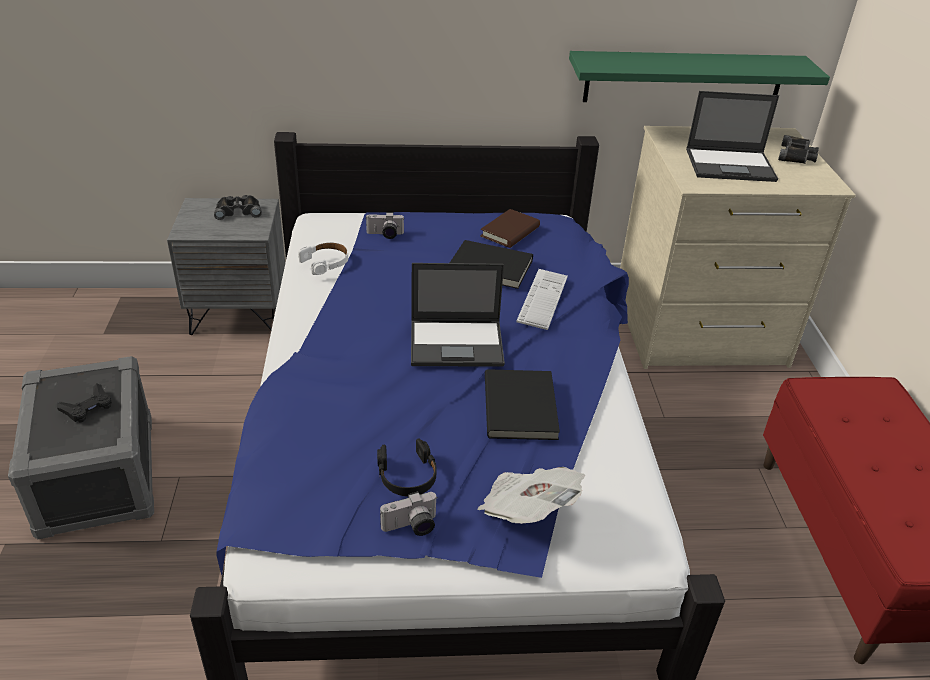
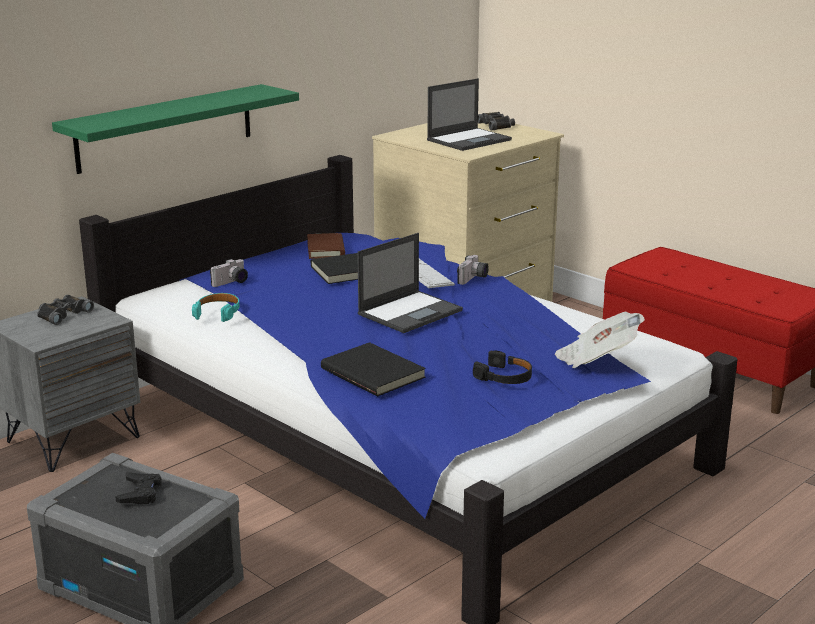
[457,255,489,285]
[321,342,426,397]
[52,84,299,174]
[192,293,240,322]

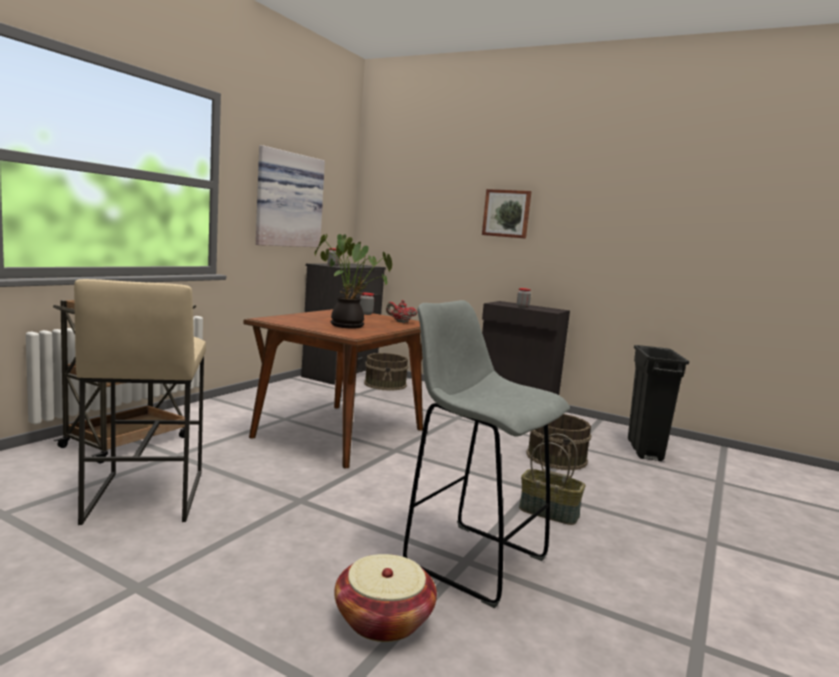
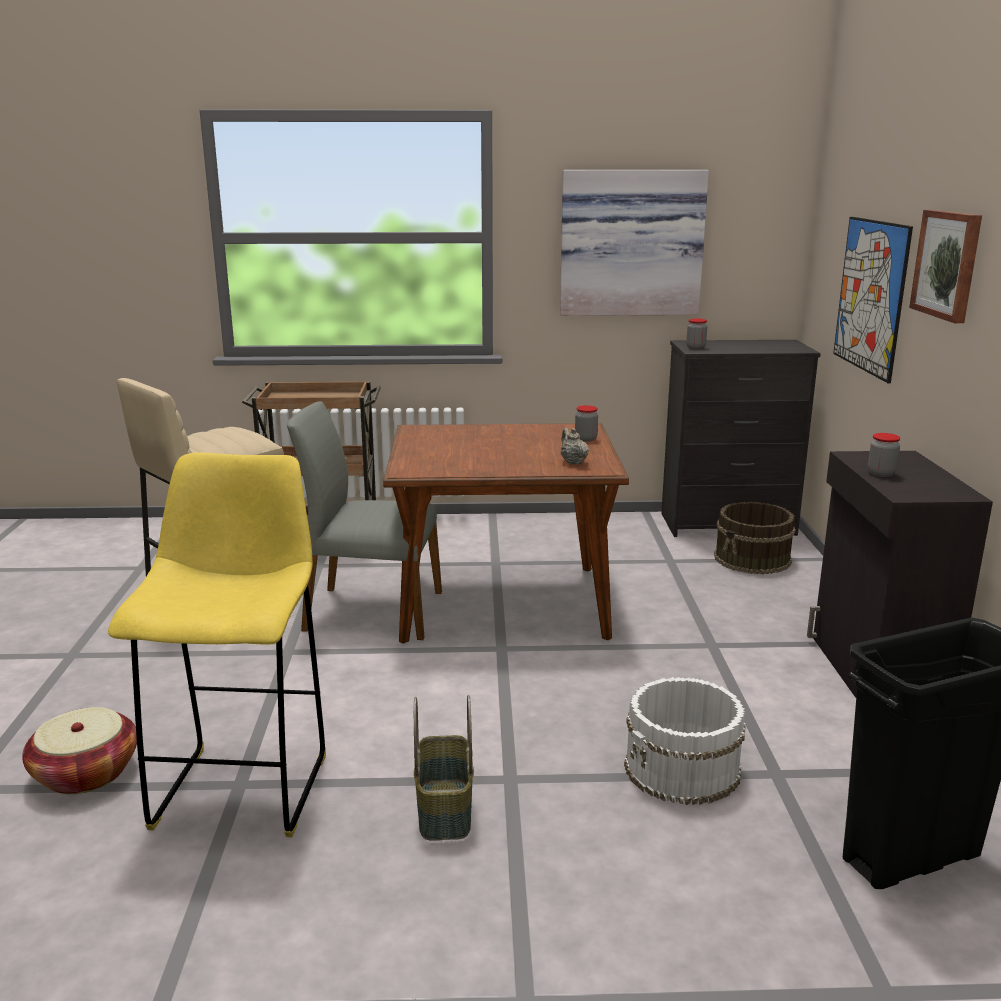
[315,234,392,328] (first image)
[287,401,442,640]
[833,217,913,383]
[561,428,589,464]
[108,452,326,837]
[624,677,746,805]

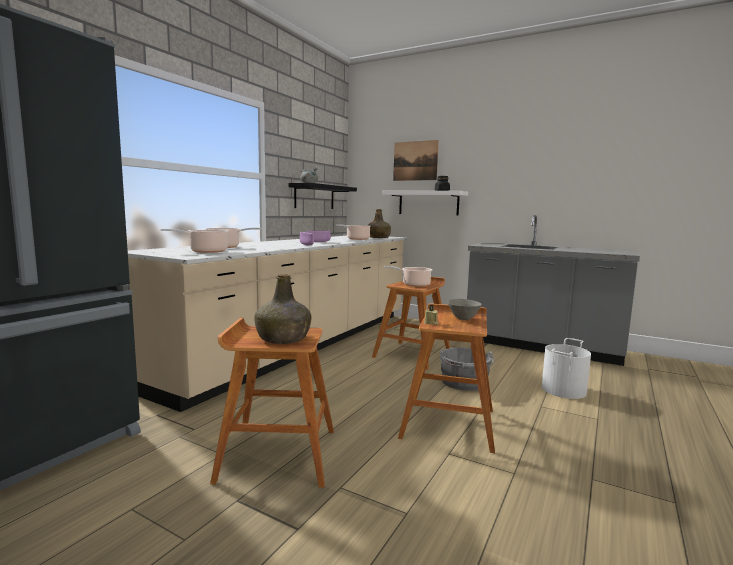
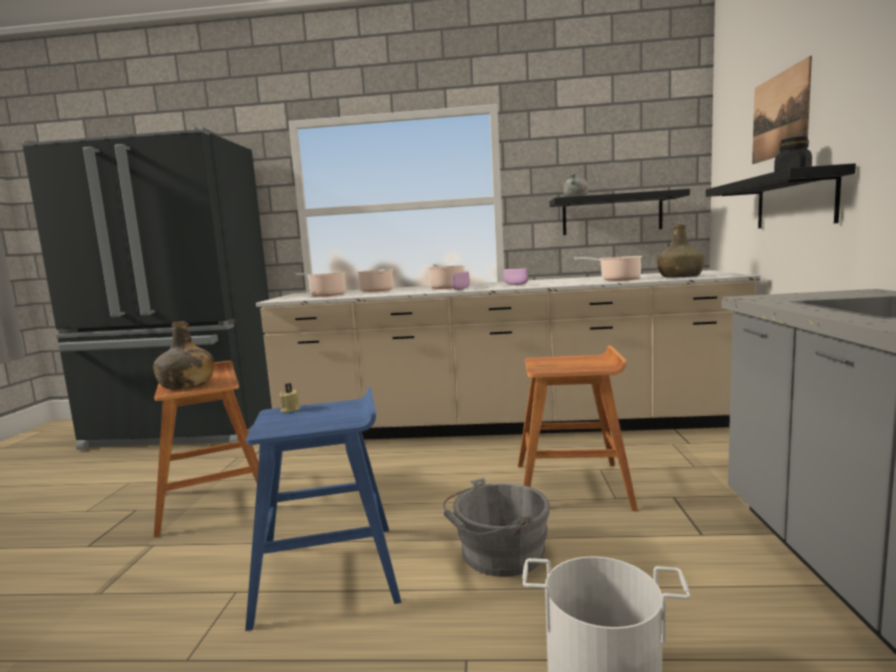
[448,299,482,320] (first image)
[427,264,464,289]
[706,163,856,228]
[245,387,401,631]

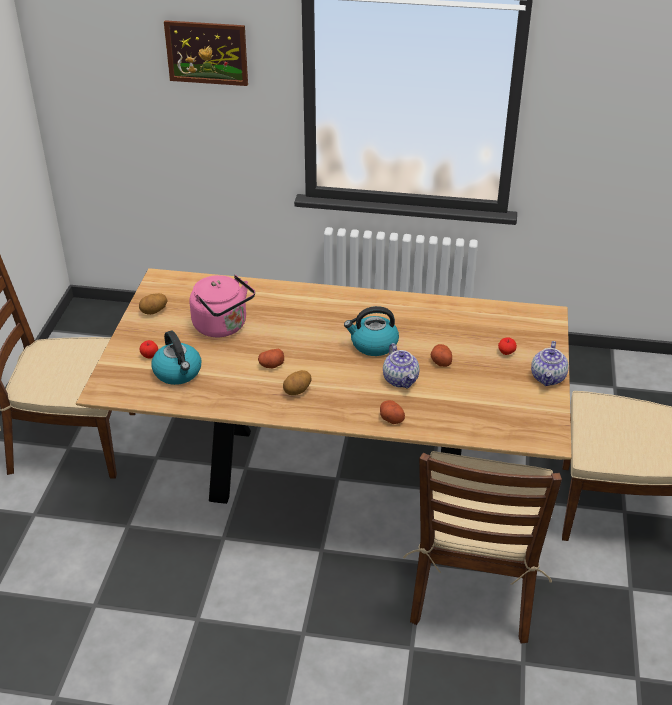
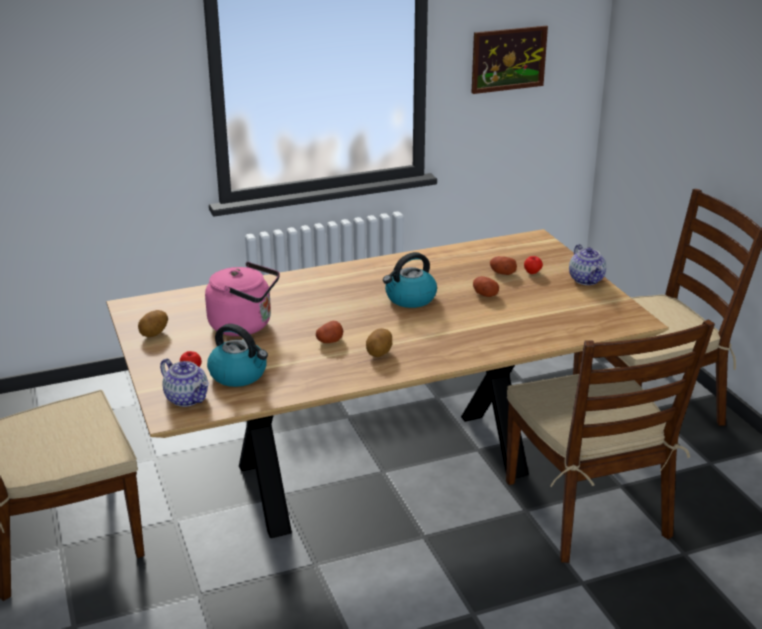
[471,26,548,94]
[490,256,517,275]
[160,358,209,407]

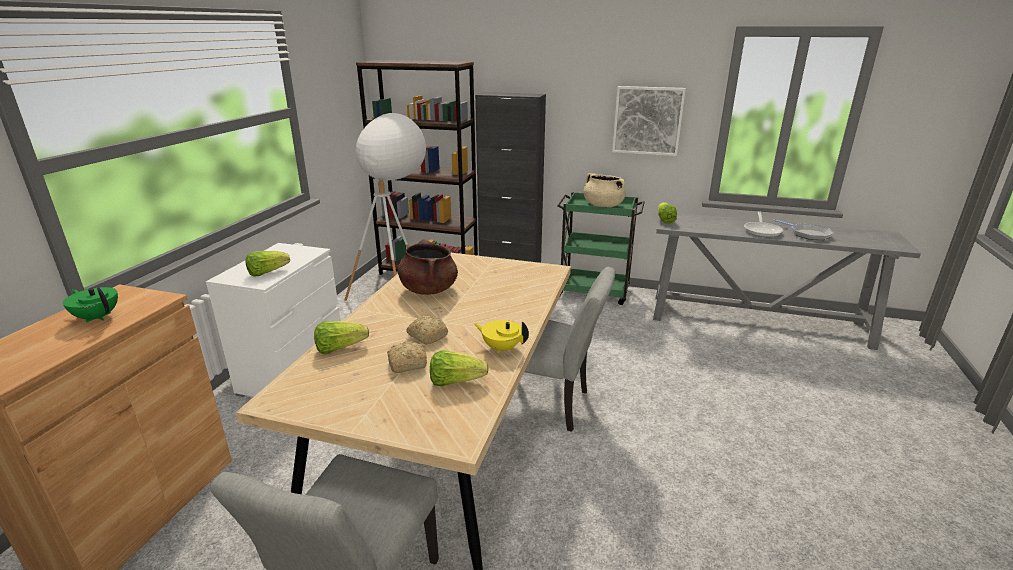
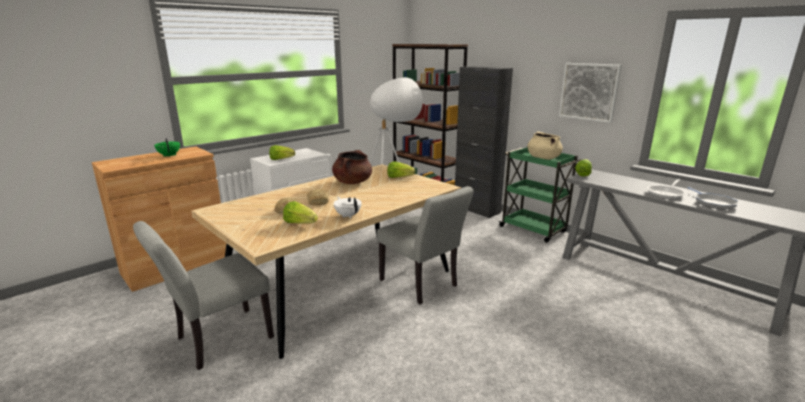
[387,162,415,178]
[334,197,361,218]

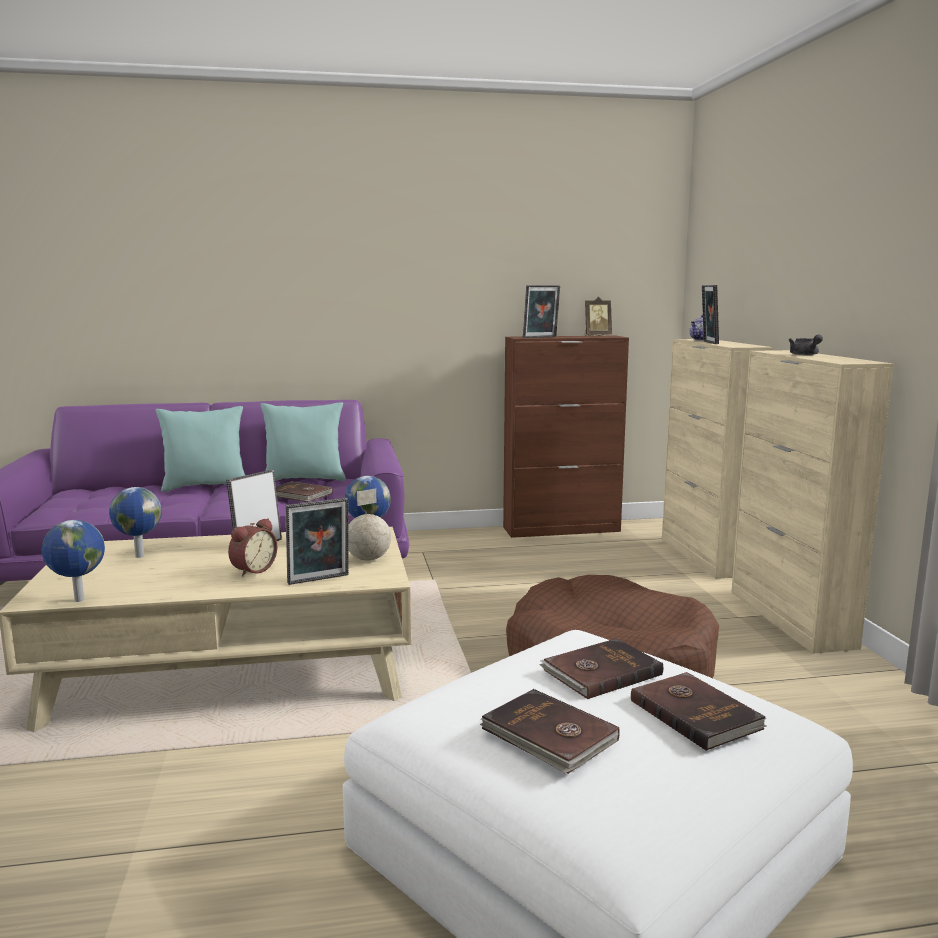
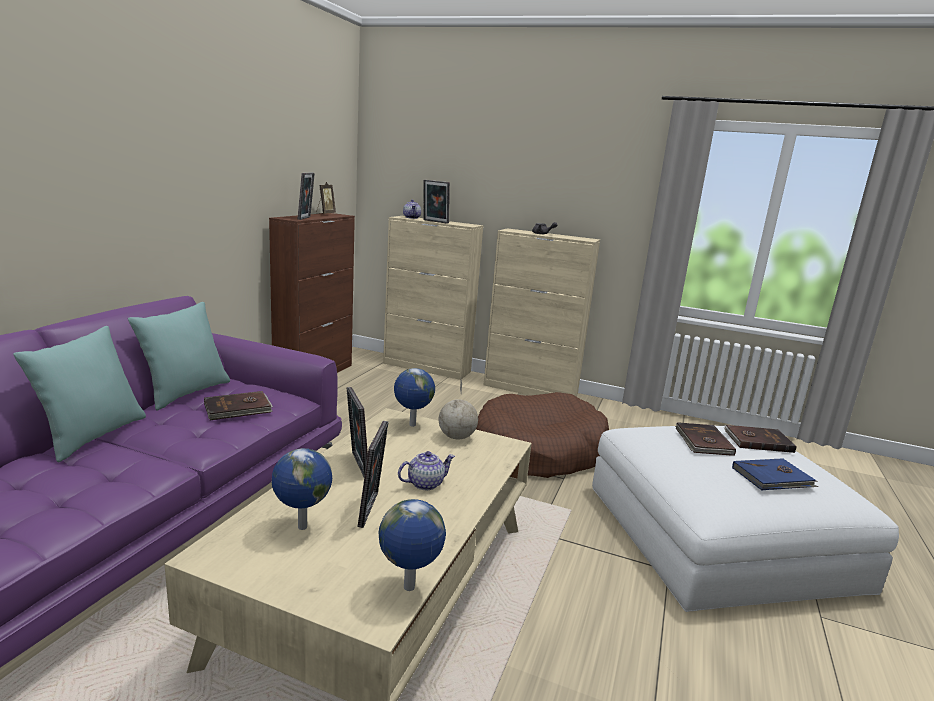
[358,421,389,528]
[398,451,455,490]
[732,458,818,490]

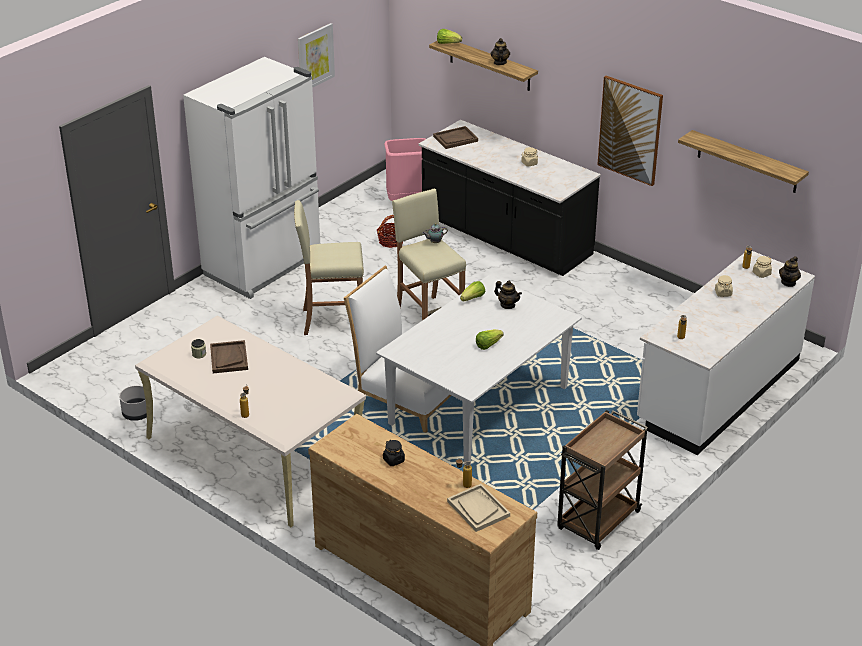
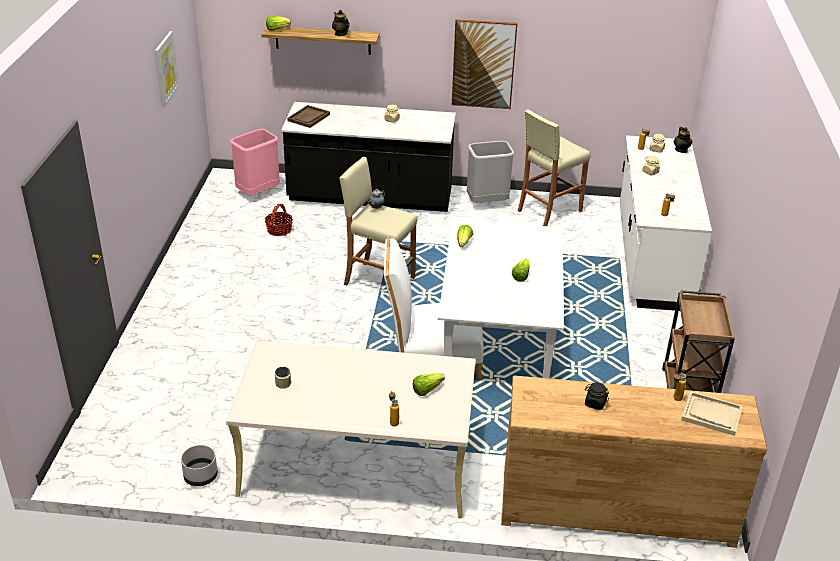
[183,57,320,299] (first image)
[210,340,248,373] (first image)
[494,281,522,309] (first image)
[678,130,809,193] (first image)
[413,373,445,396]
[467,141,514,203]
[518,109,591,226]

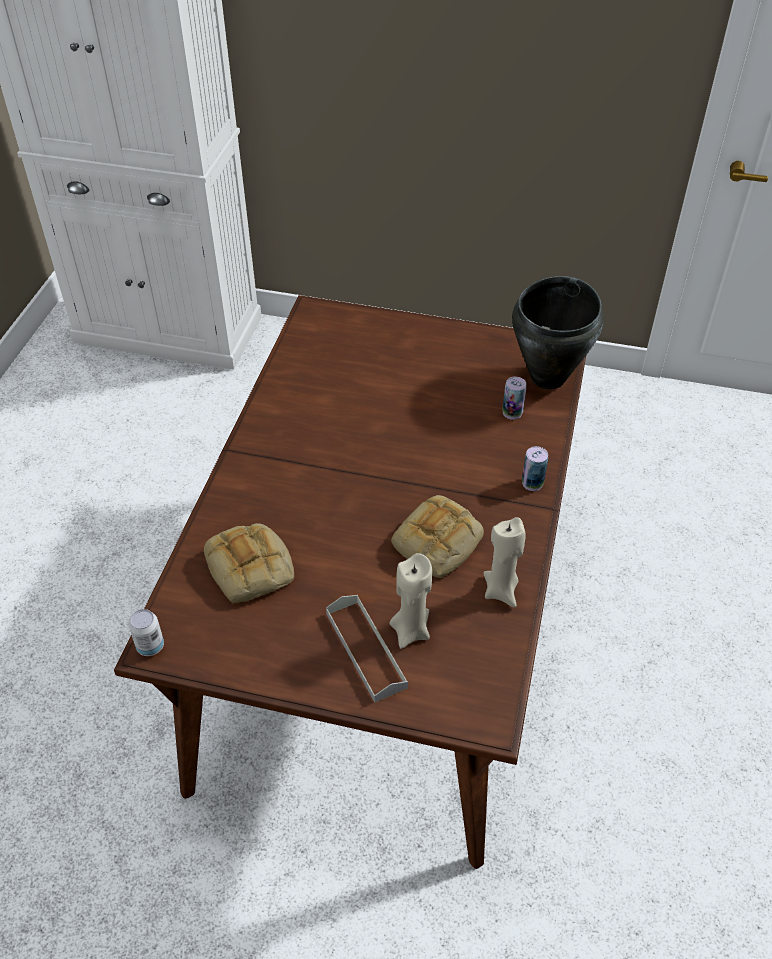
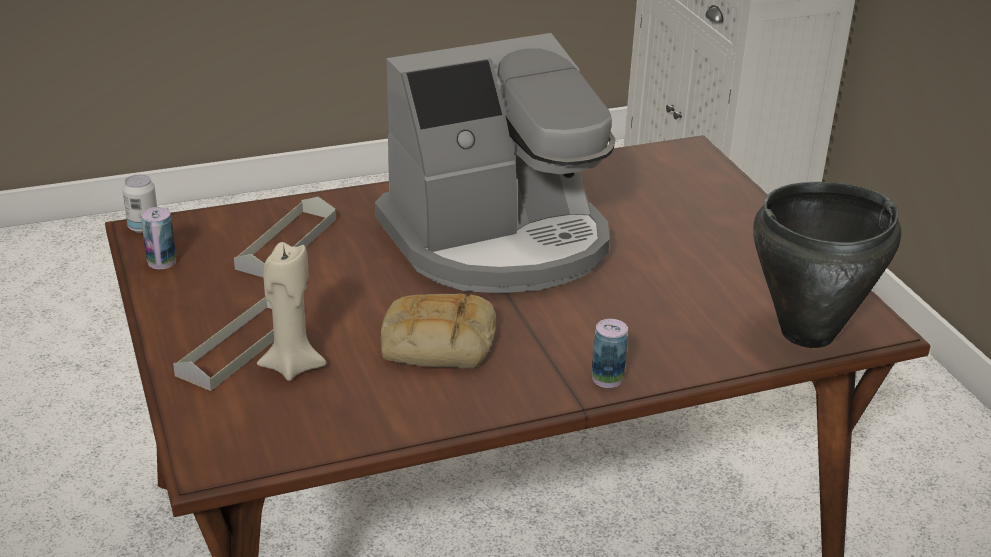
[483,517,526,607] (first image)
[375,33,616,293]
[141,207,176,269]
[234,197,336,278]

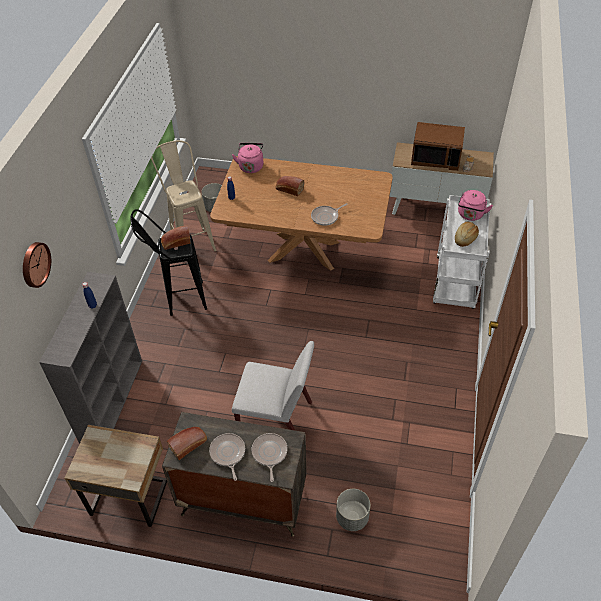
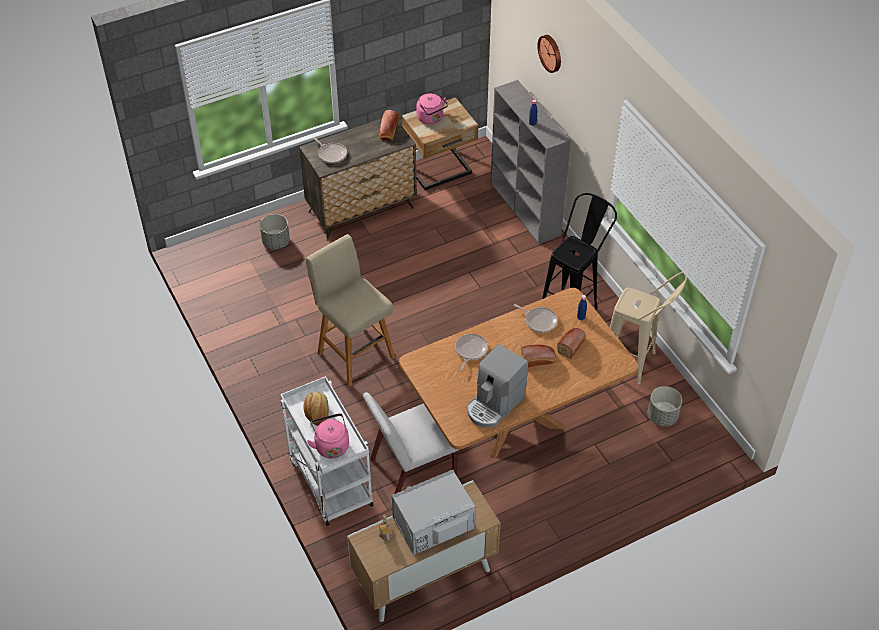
[305,234,395,386]
[467,344,528,428]
[557,328,586,359]
[514,304,558,333]
[416,94,448,124]
[363,392,459,494]
[392,470,476,555]

